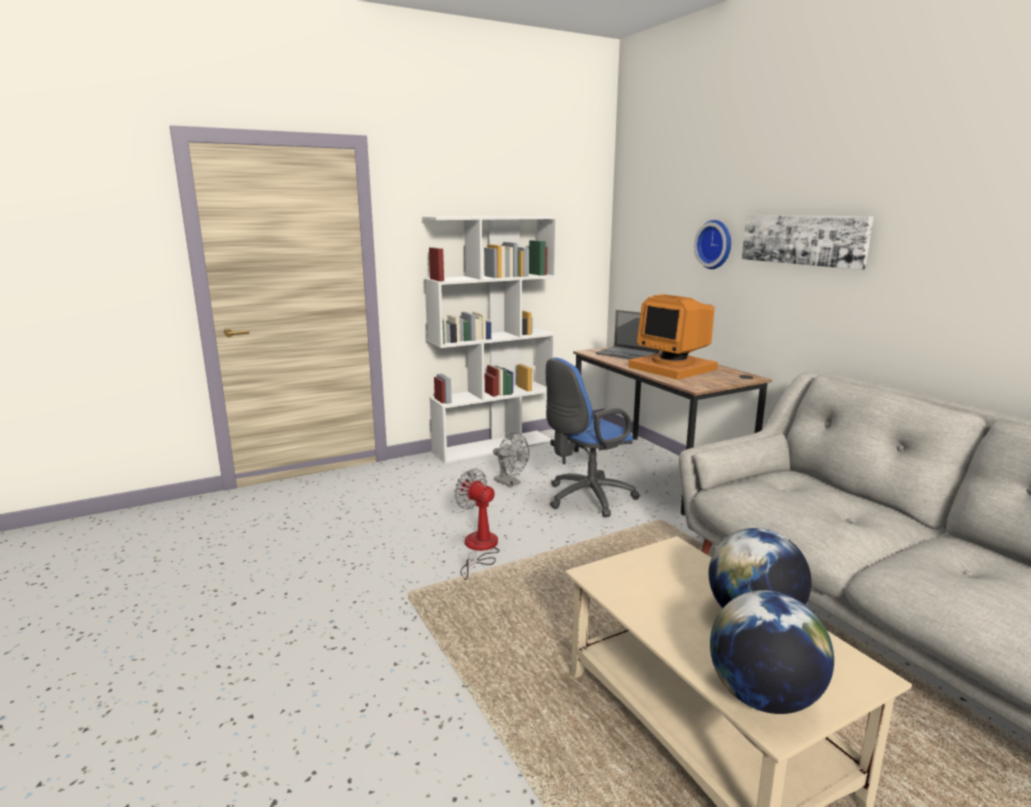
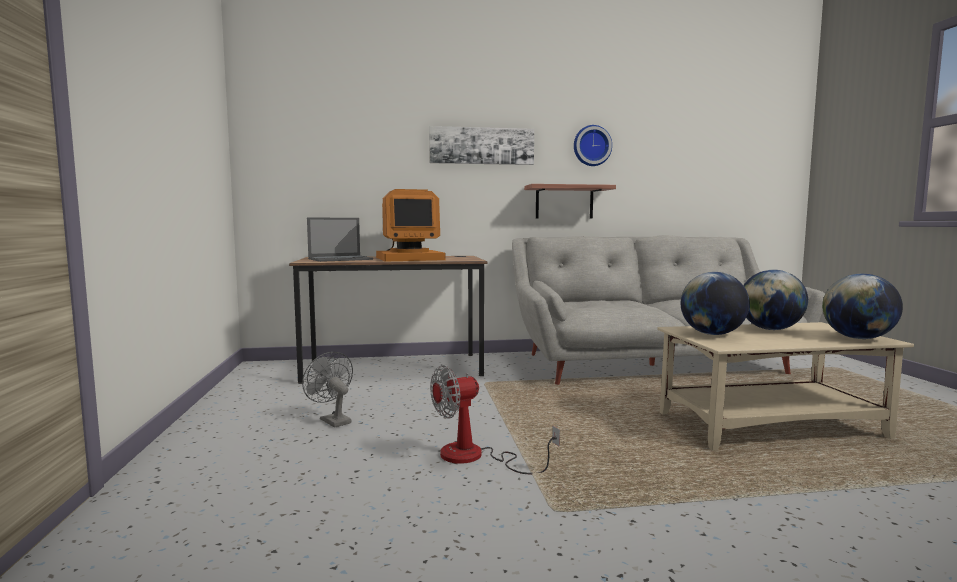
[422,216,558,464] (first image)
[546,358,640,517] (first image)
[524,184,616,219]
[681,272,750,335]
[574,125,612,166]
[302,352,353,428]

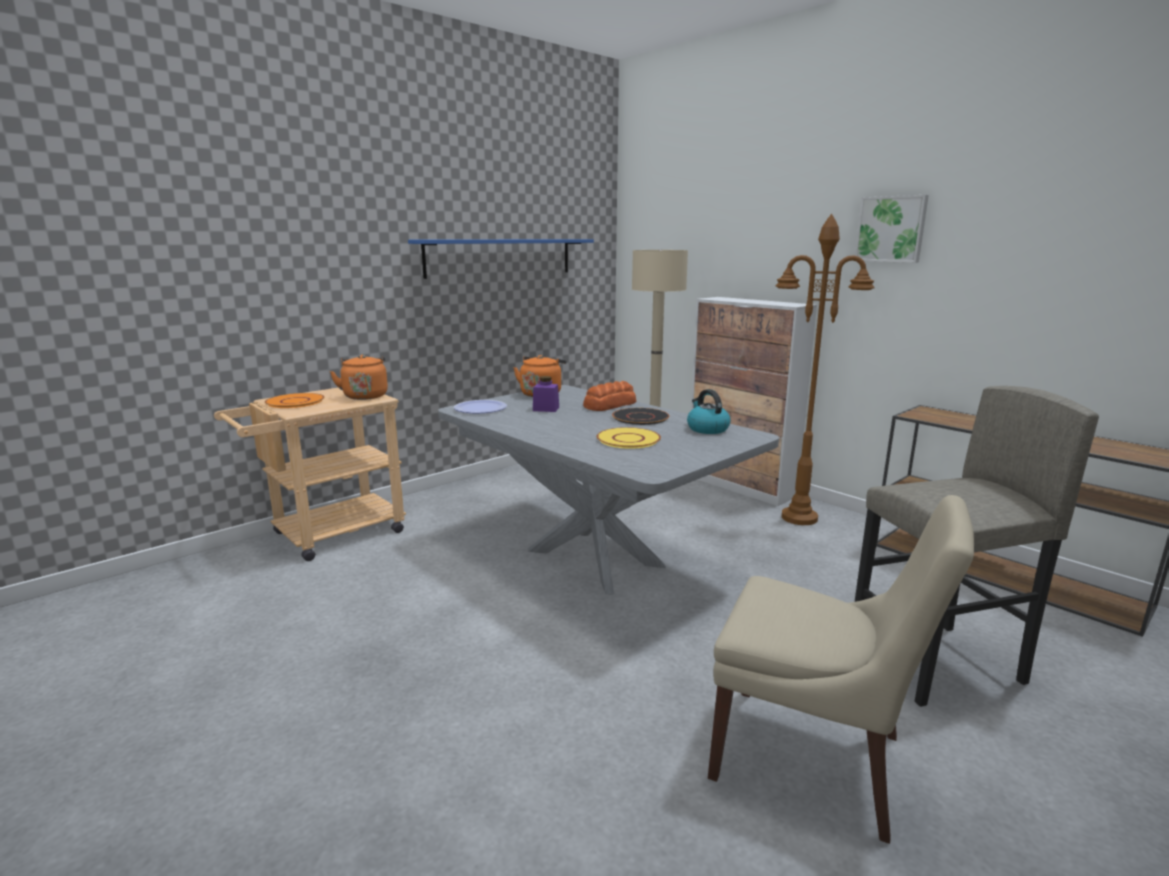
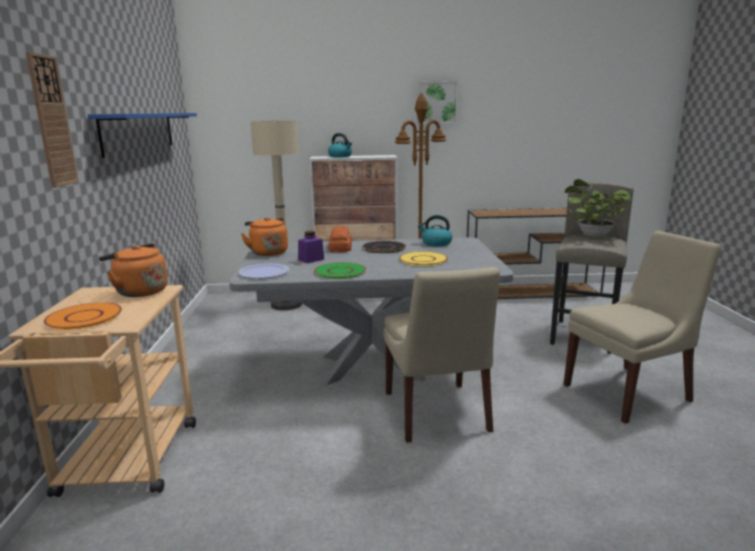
[26,52,79,188]
[314,262,366,279]
[328,133,352,157]
[383,267,500,443]
[565,179,631,237]

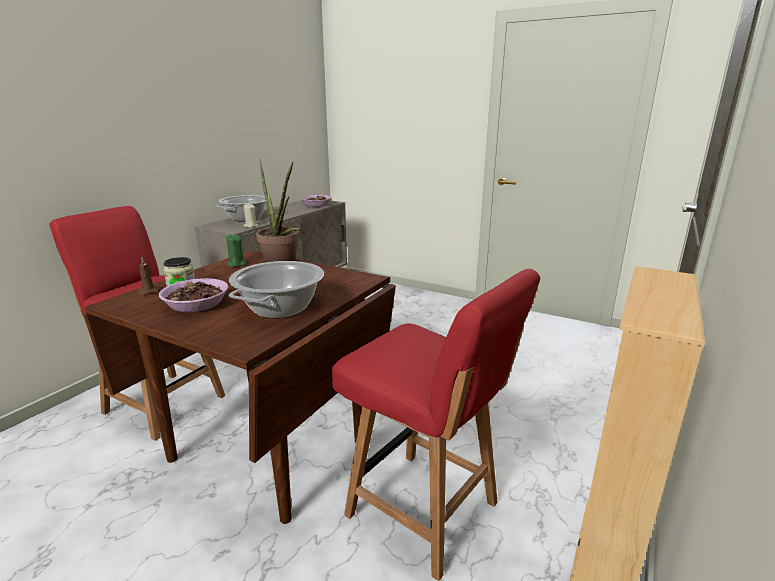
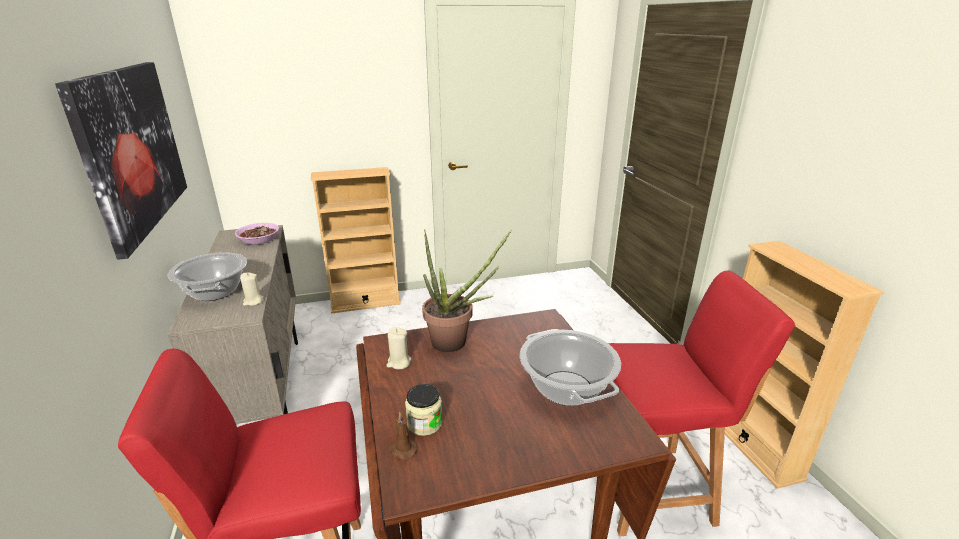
[159,278,228,312] (first image)
[55,62,187,260]
[311,167,401,314]
[386,327,411,369]

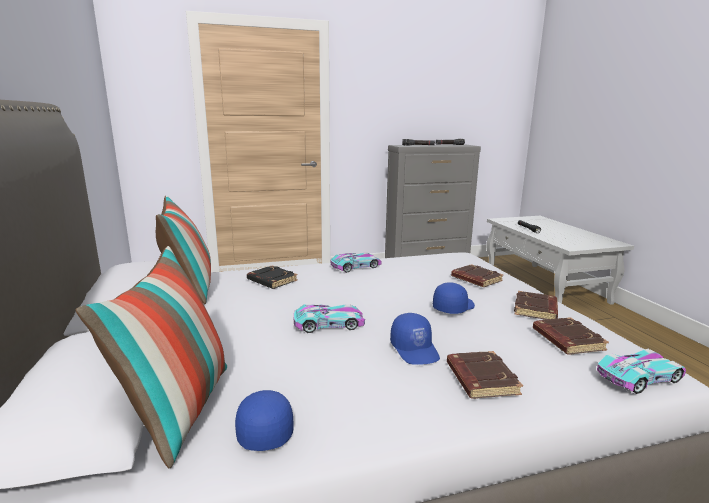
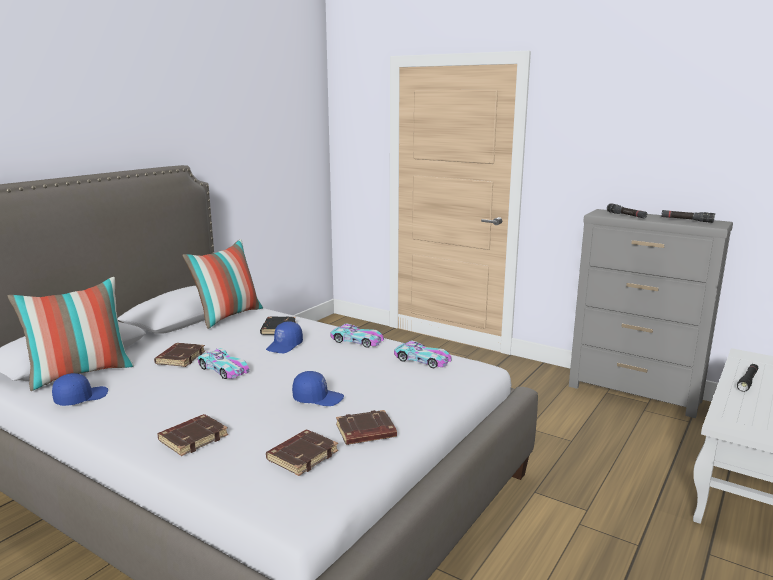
[266,321,303,353]
[154,343,205,367]
[394,340,452,368]

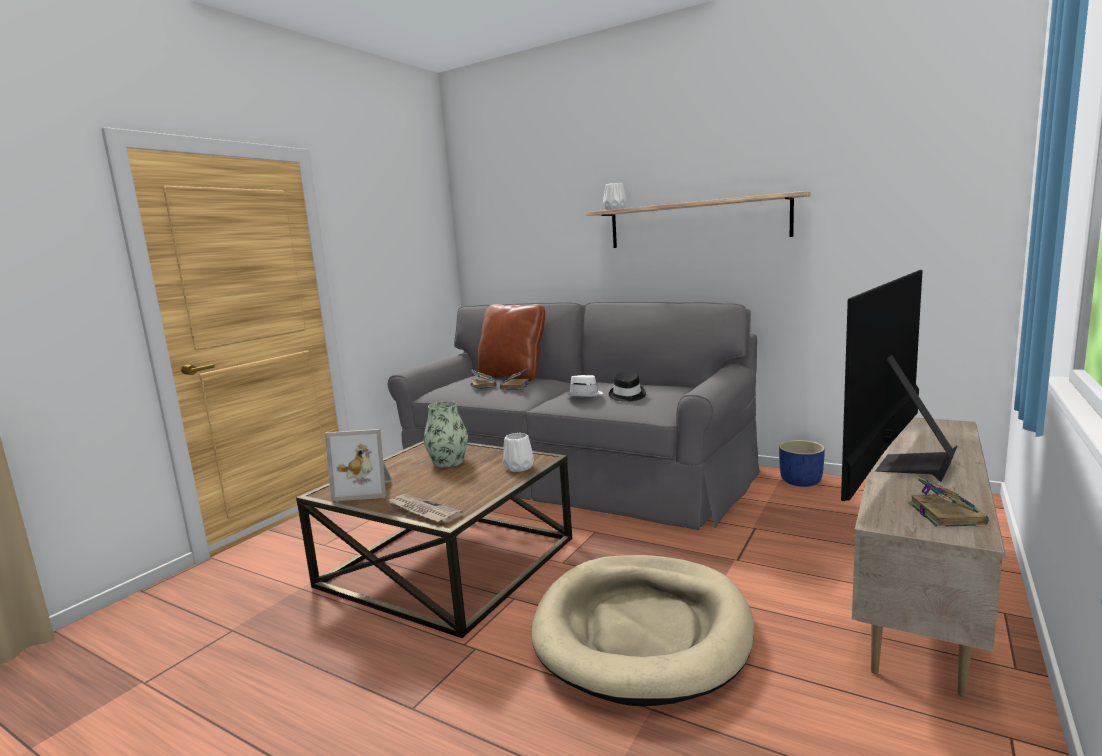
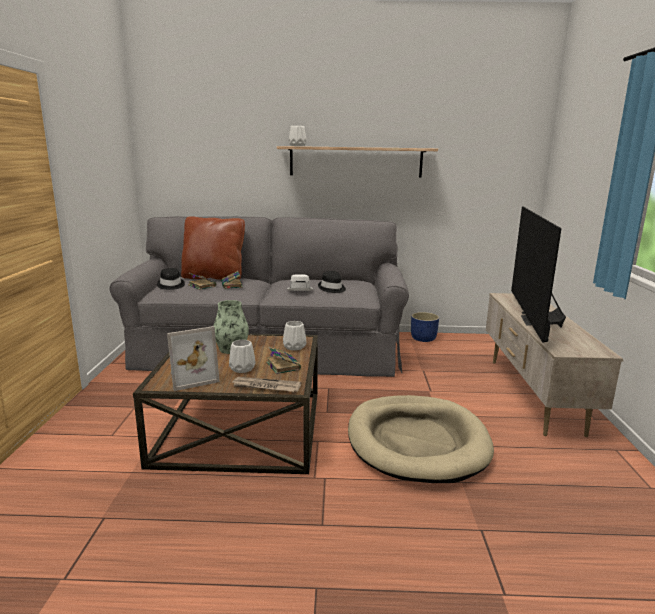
[157,268,185,290]
[229,340,256,373]
[266,346,301,374]

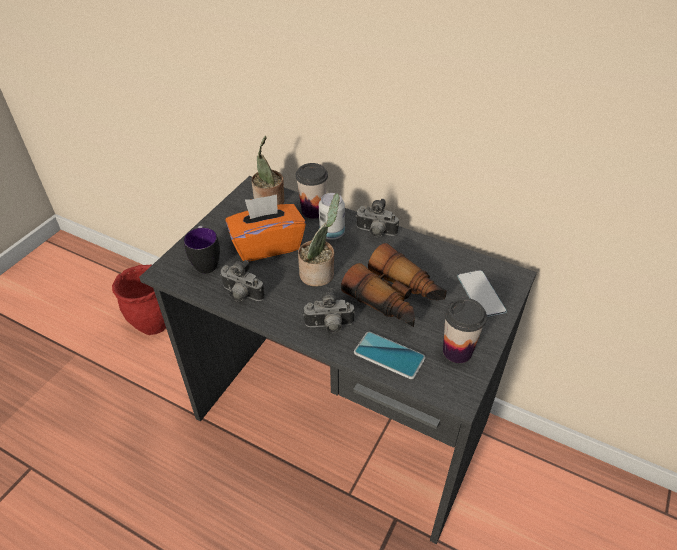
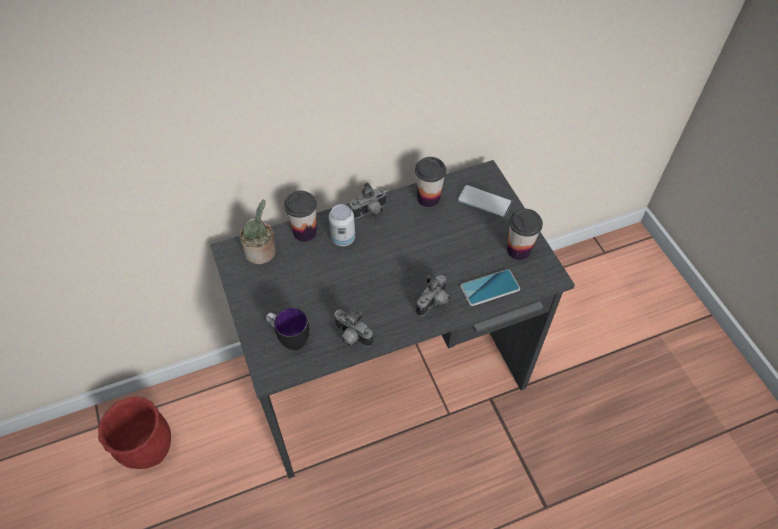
[226,194,306,261] (first image)
[298,193,340,287] (first image)
[341,243,447,327] (first image)
[415,157,446,207]
[334,310,373,347]

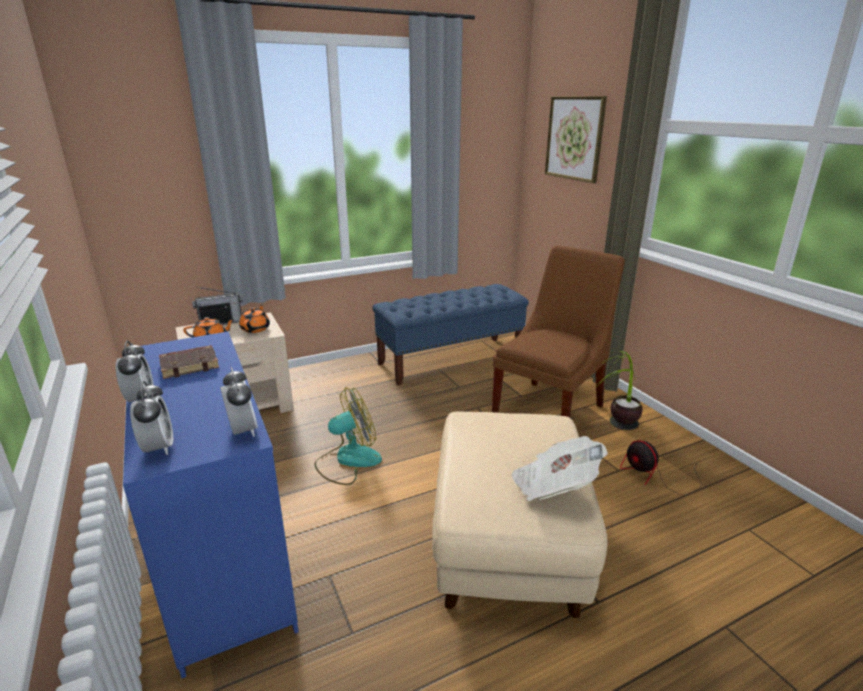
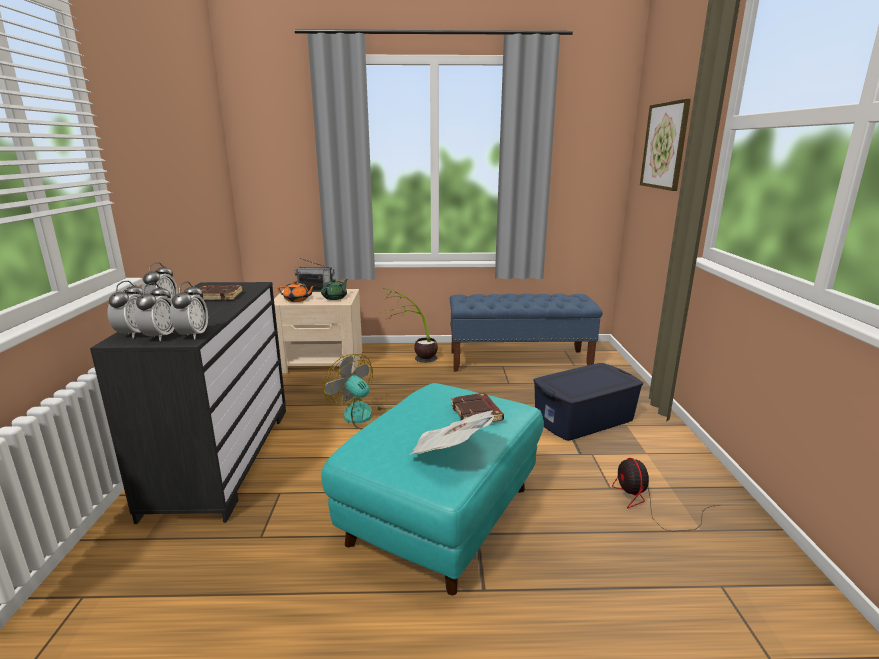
[135,282,174,341]
[451,393,504,423]
[378,288,438,363]
[533,363,643,441]
[90,282,286,524]
[321,279,348,300]
[321,383,544,596]
[323,354,392,430]

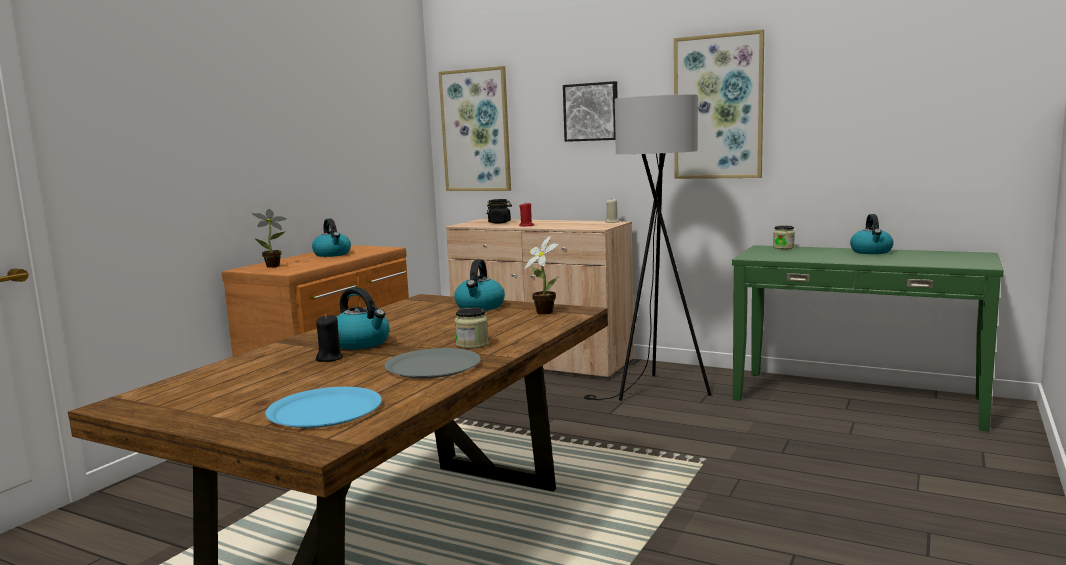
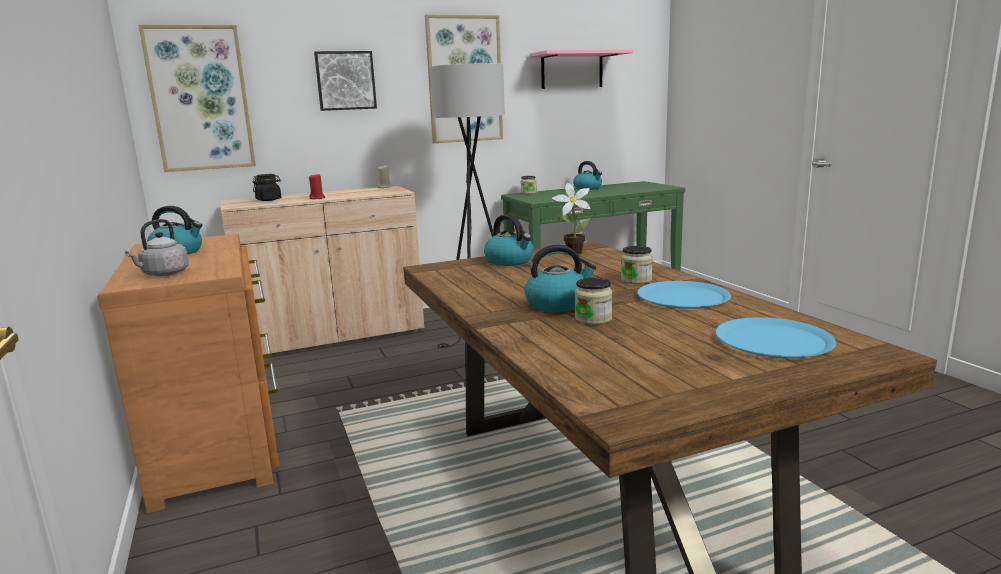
[529,49,633,89]
[125,219,189,276]
[575,277,612,325]
[637,281,731,309]

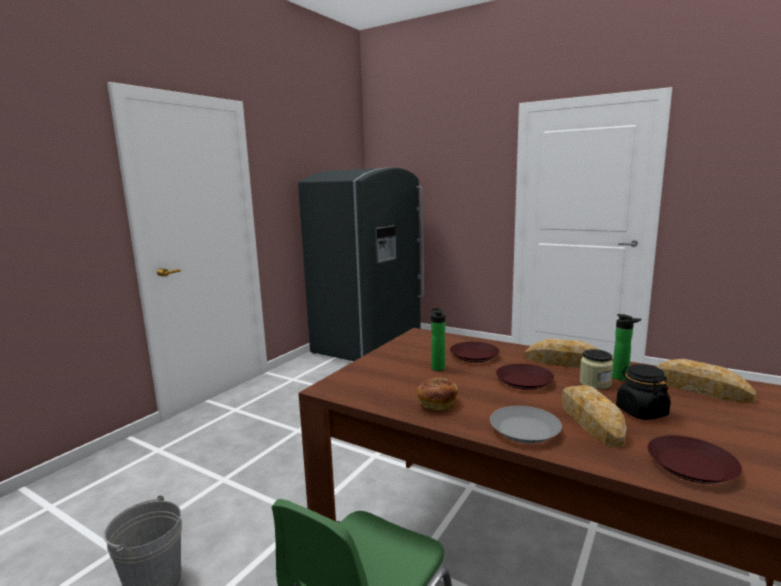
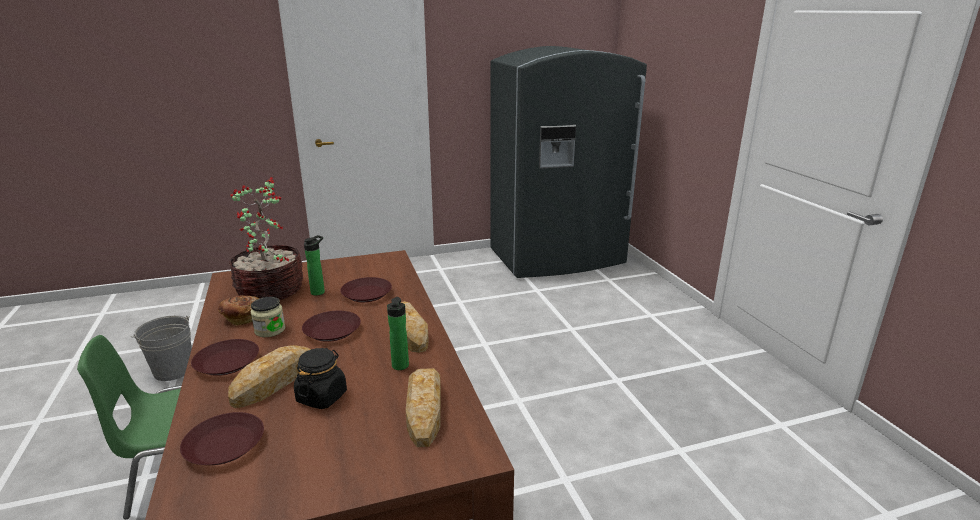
[229,177,303,300]
[251,297,285,337]
[191,339,259,376]

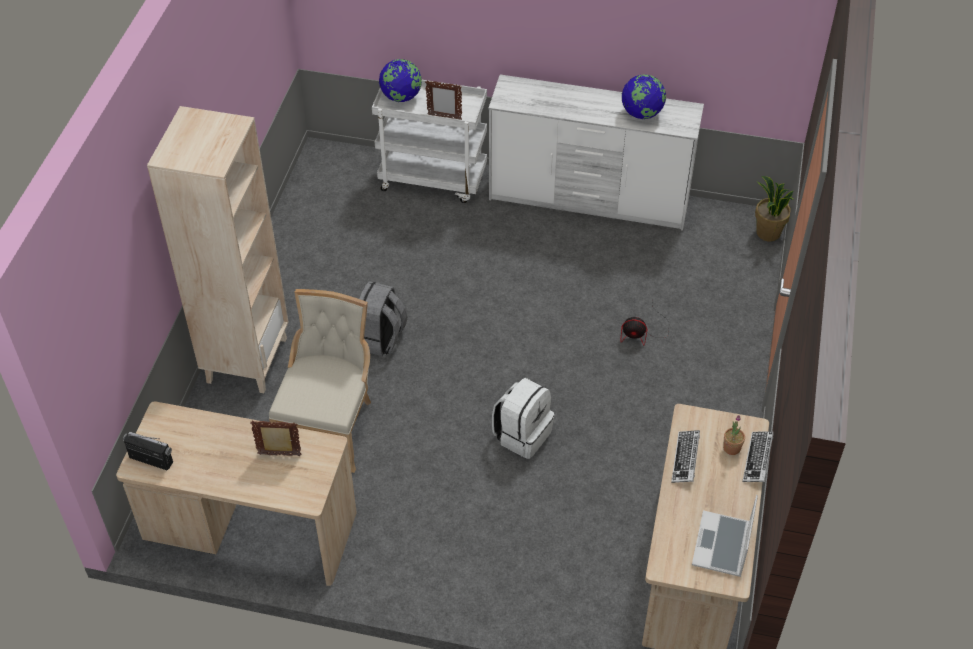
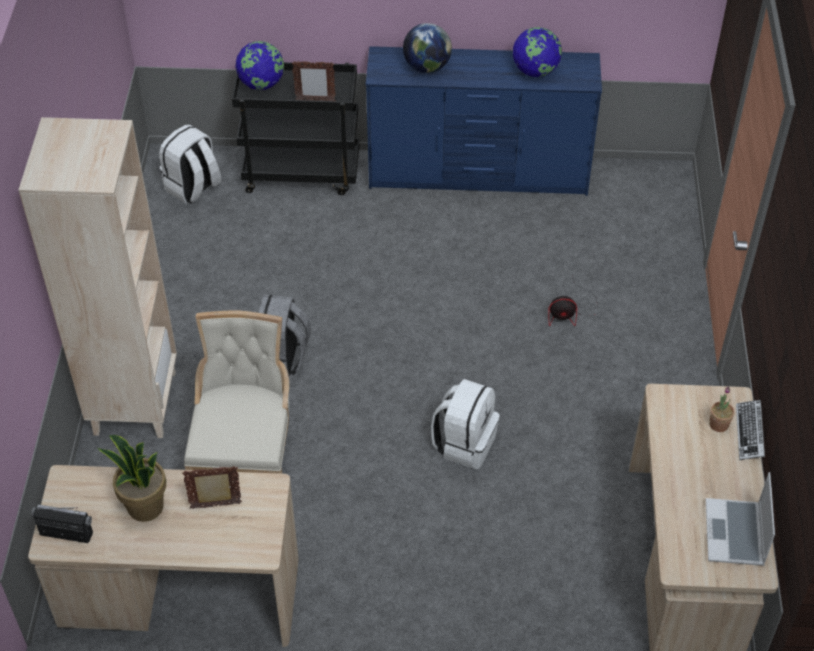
[671,430,700,483] (first image)
[159,125,222,204]
[403,23,452,73]
[98,435,166,522]
[232,62,359,195]
[366,46,602,196]

